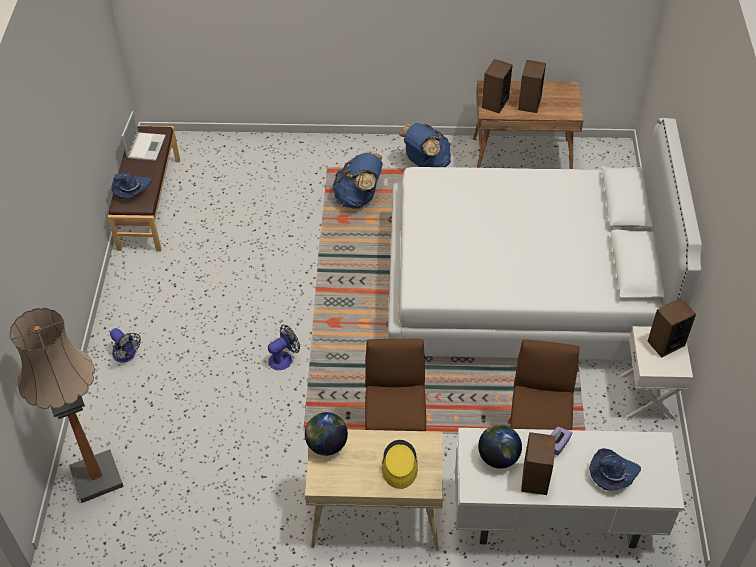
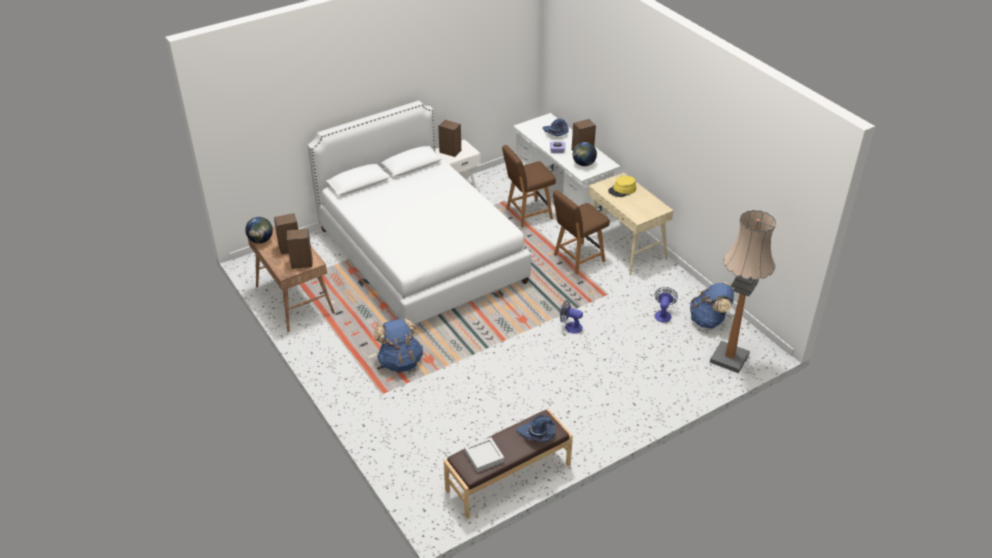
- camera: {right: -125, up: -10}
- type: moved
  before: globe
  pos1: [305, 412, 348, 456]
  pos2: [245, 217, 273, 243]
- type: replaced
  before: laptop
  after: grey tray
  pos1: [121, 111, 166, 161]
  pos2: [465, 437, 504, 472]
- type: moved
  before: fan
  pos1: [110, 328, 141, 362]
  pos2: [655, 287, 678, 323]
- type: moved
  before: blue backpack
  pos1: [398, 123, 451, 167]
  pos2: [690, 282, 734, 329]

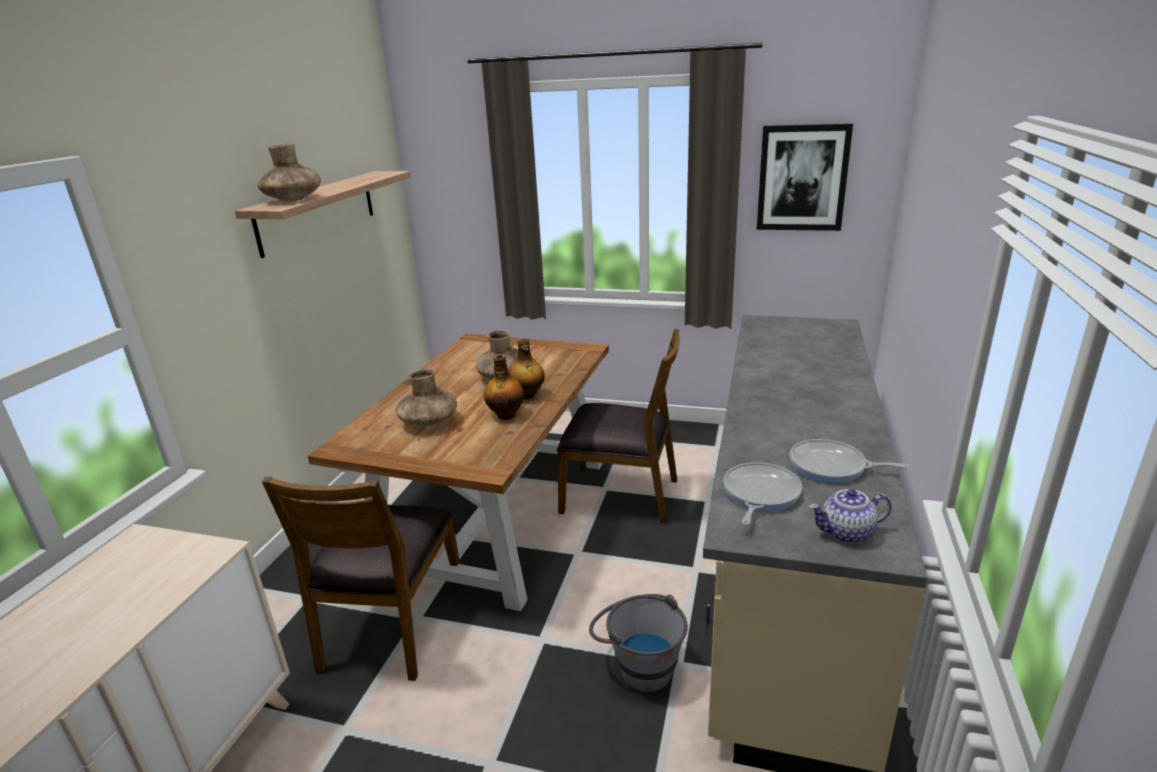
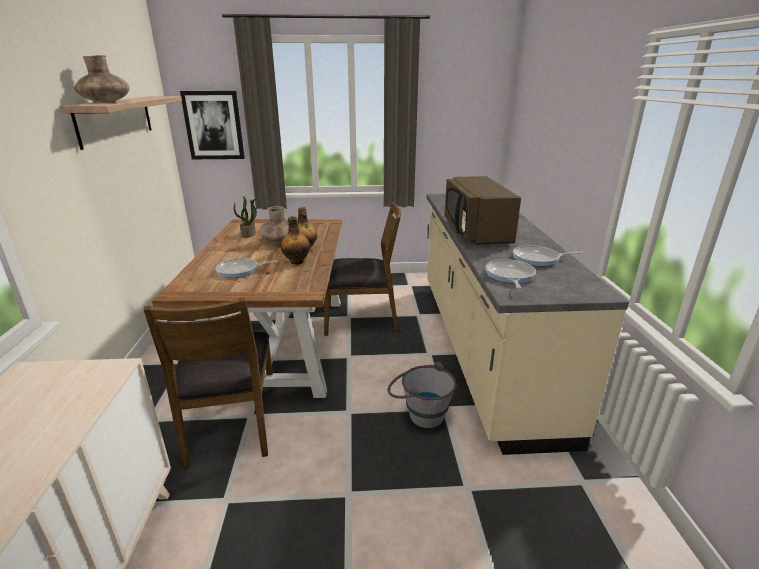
- camera: {right: -20, up: 0}
- type: moved
  before: picture
  pos1: [757, 124, 853, 231]
  pos2: [180, 91, 245, 159]
- type: replaced
  before: brown vase
  after: frying pan
  pos1: [396, 369, 457, 427]
  pos2: [215, 258, 278, 278]
- type: added
  after: potted plant
  pos2: [234, 196, 257, 238]
- type: added
  after: brown microwave
  pos2: [444, 176, 521, 245]
- type: removed
  before: teapot
  pos1: [809, 489, 892, 543]

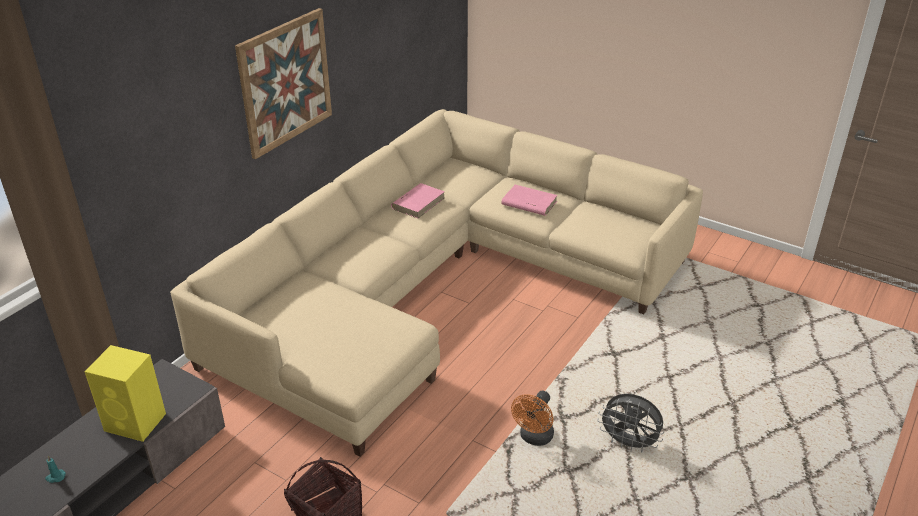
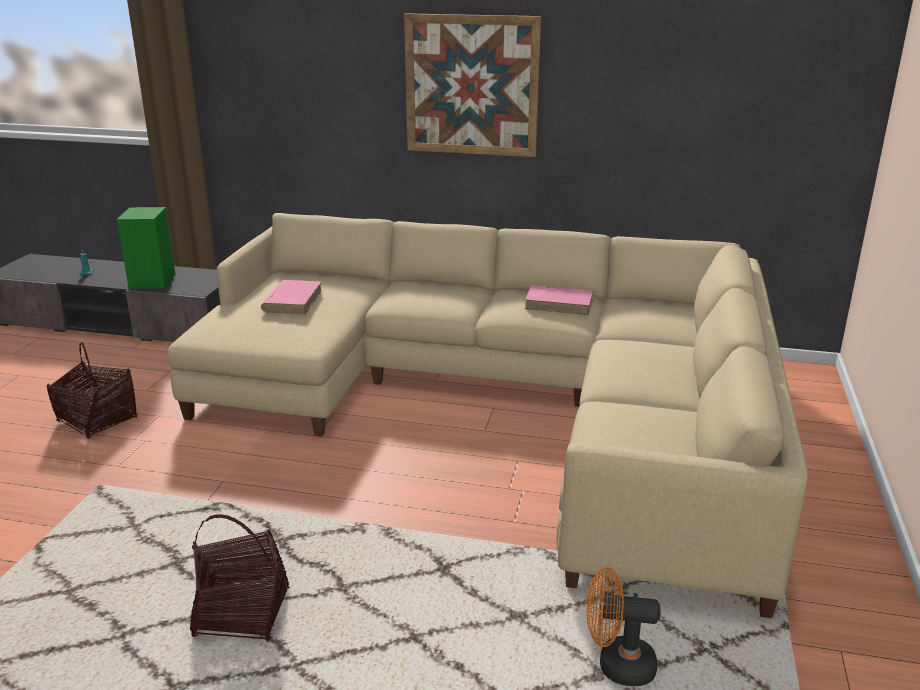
- camera: {right: 70, up: -10}
- type: recoloured
  before: yellow speaker
  after: green speaker
  pos1: [85, 345, 166, 442]
  pos2: [117, 207, 175, 289]
- type: replaced
  before: grey fan
  after: basket
  pos1: [597, 394, 664, 453]
  pos2: [190, 514, 289, 642]
- type: moved
  before: pink book
  pos1: [501, 185, 558, 216]
  pos2: [261, 280, 322, 314]
- type: moved
  before: orange fan
  pos1: [511, 391, 554, 446]
  pos2: [586, 567, 660, 686]

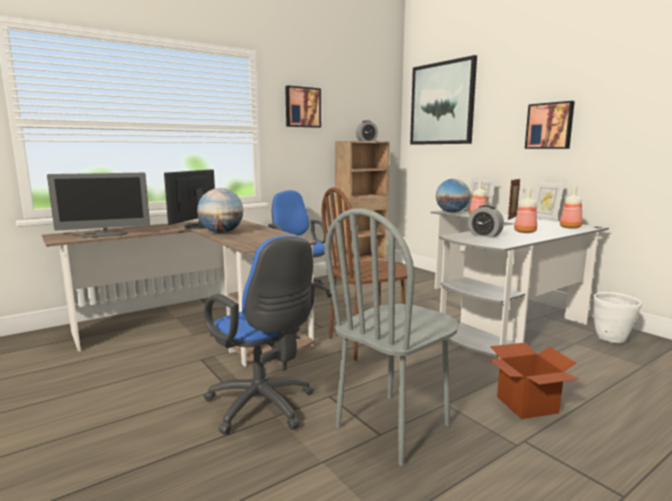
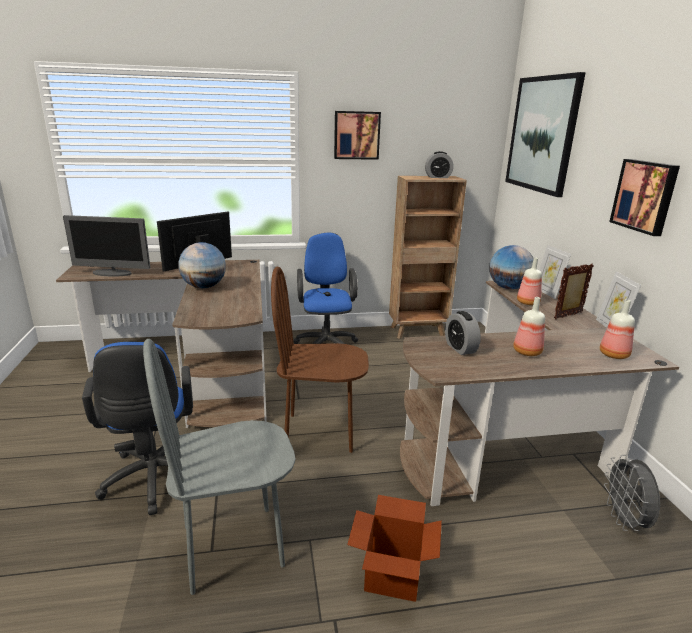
- camera: {right: 25, up: 10}
- type: recoloured
  before: grey desk
  after: brown desk
  pos1: [431, 209, 609, 359]
  pos2: [400, 281, 679, 506]
- type: replaced
  before: white planter
  after: grey fan
  pos1: [593, 292, 642, 343]
  pos2: [604, 455, 660, 531]

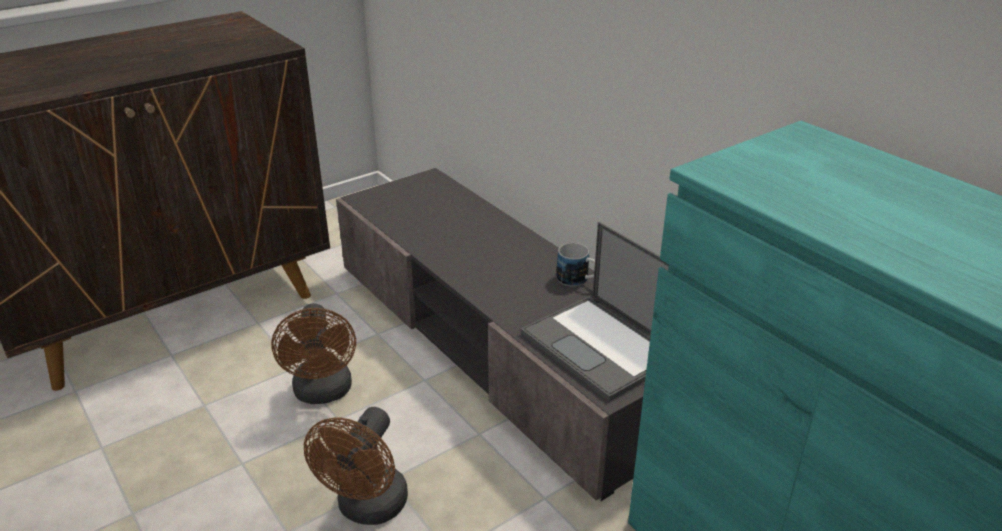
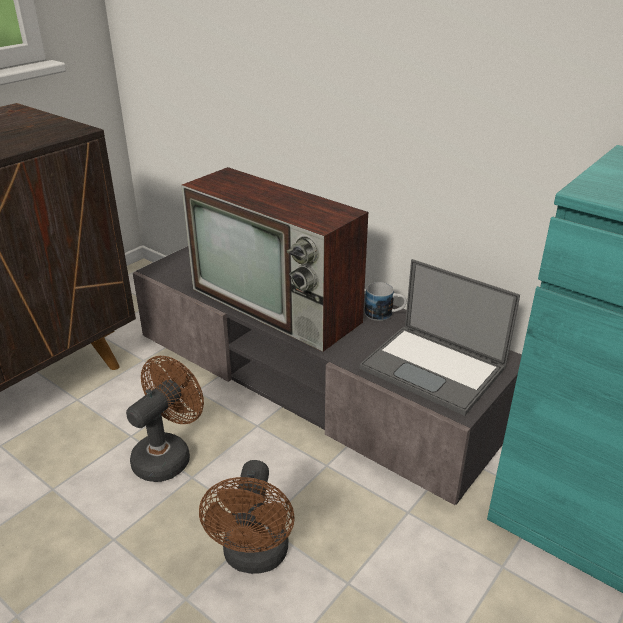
- camera: {right: -15, up: 0}
- type: turned
  before: brown fan
  pos1: [271, 303, 356, 404]
  pos2: [126, 356, 204, 482]
  turn: -120
- type: added
  after: television
  pos2: [181, 167, 368, 352]

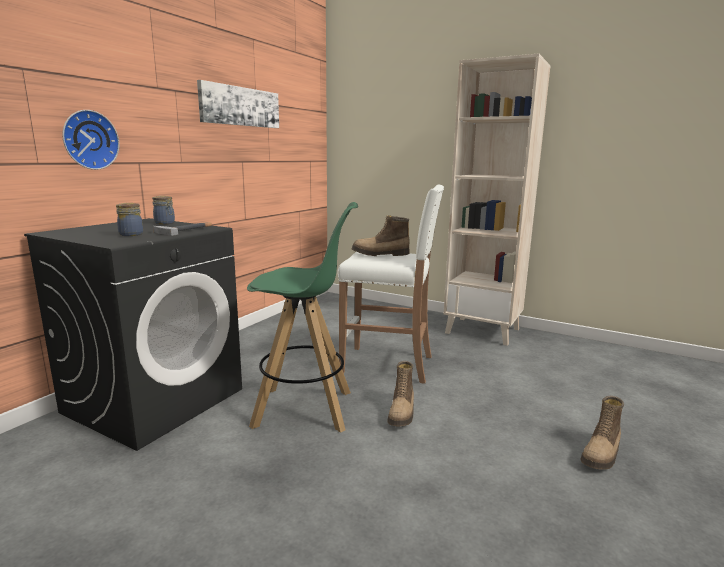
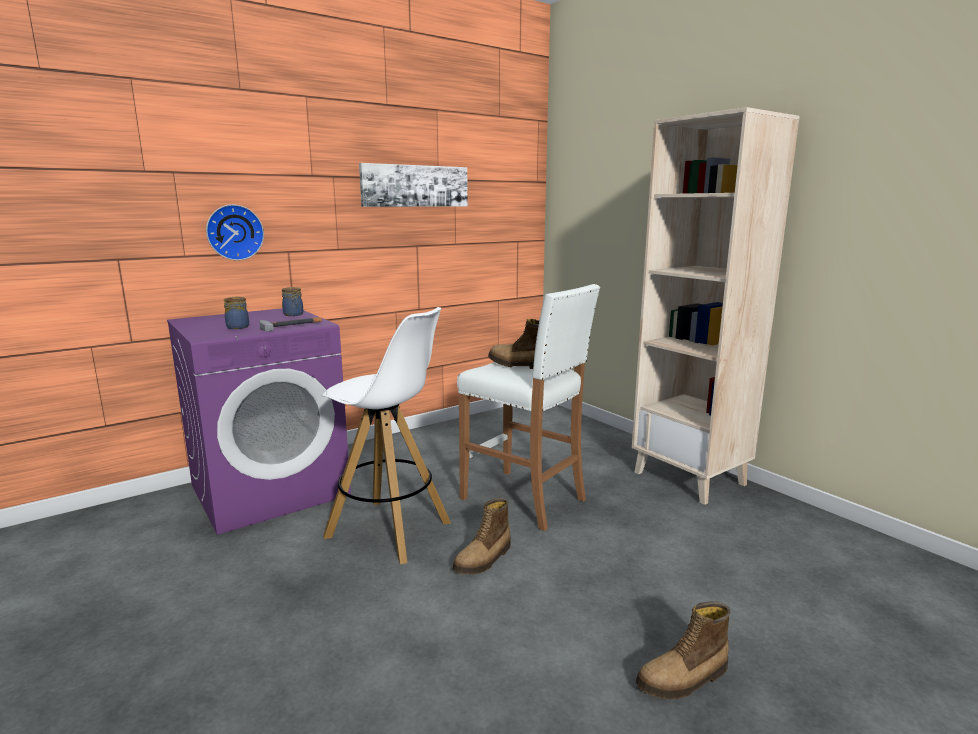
- camera: {right: 25, up: 0}
- type: recoloured
  before: black washing machine
  after: purple washing machine
  pos1: [24, 218, 242, 451]
  pos2: [167, 308, 351, 535]
- type: recoloured
  before: green stool
  after: white stool
  pos1: [247, 202, 358, 432]
  pos2: [321, 307, 451, 564]

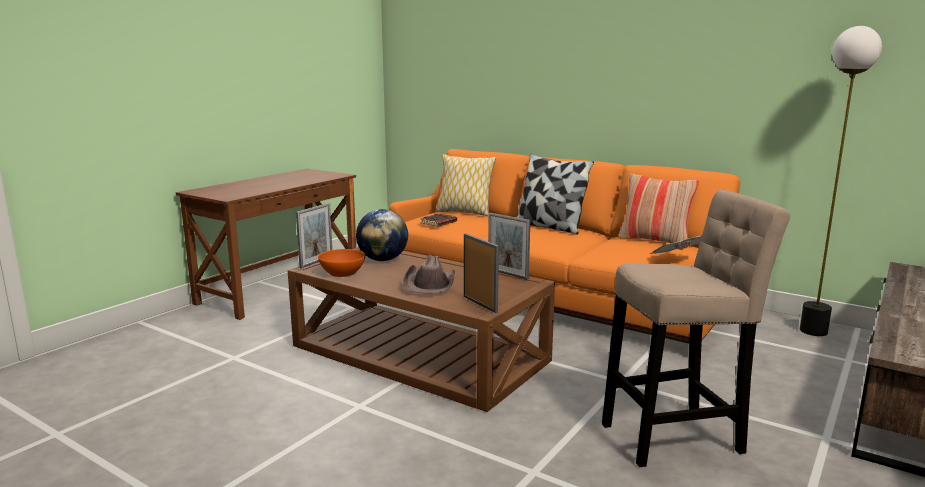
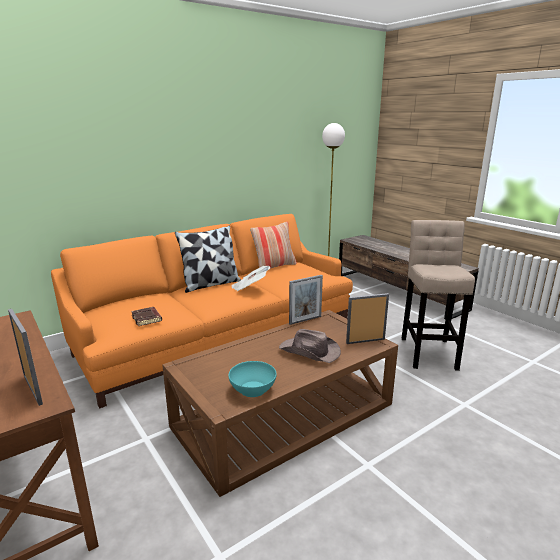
- camera: {right: -70, up: 5}
- type: moved
  before: picture frame
  pos1: [296, 203, 333, 269]
  pos2: [8, 309, 43, 406]
- type: recoloured
  before: orange bowl
  after: turquoise bowl
  pos1: [318, 249, 365, 277]
  pos2: [228, 361, 277, 397]
- type: moved
  before: newspaper
  pos1: [650, 236, 702, 254]
  pos2: [231, 266, 270, 291]
- type: removed
  before: globe
  pos1: [356, 209, 408, 261]
- type: removed
  before: pillow
  pos1: [436, 154, 496, 216]

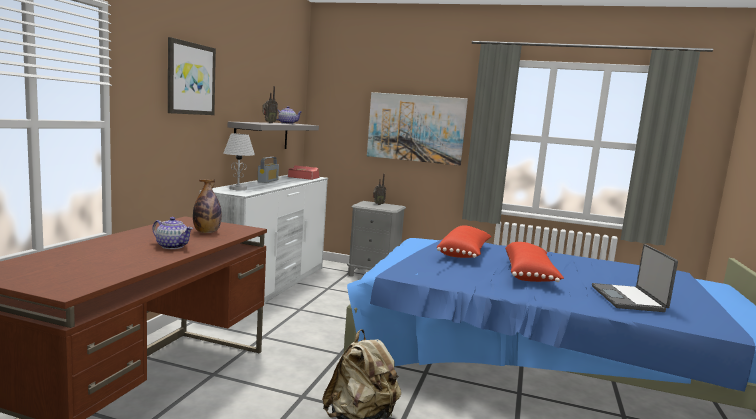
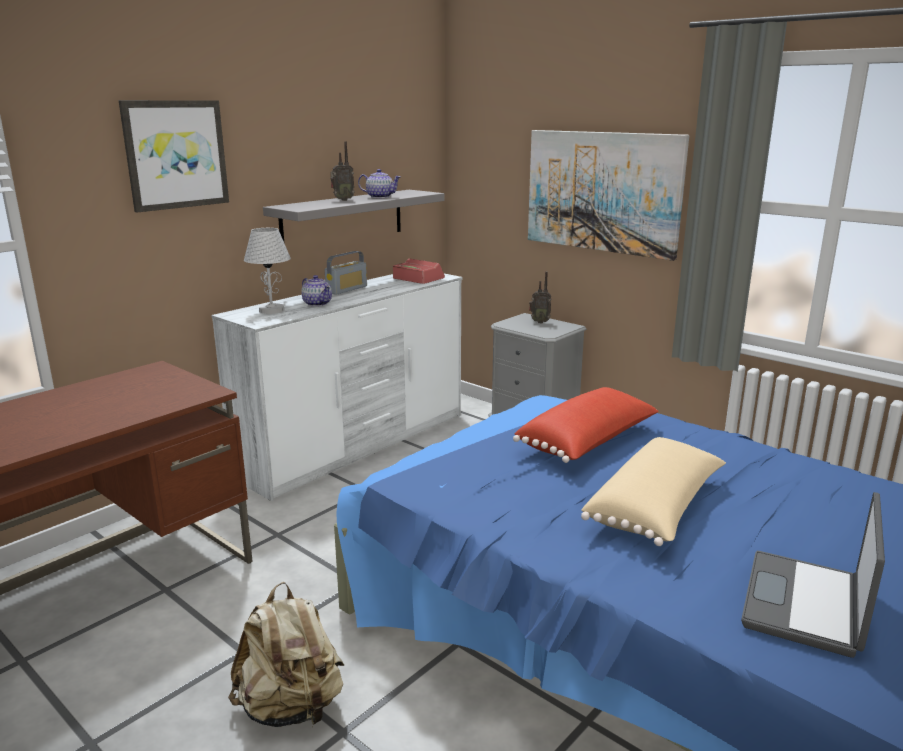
- camera: {right: 25, up: 10}
- type: moved
  before: teapot
  pos1: [152, 217, 193, 249]
  pos2: [301, 275, 332, 307]
- type: recoloured
  before: red pillow
  after: beige pillow
  pos1: [505, 242, 564, 282]
  pos2: [581, 437, 726, 546]
- type: removed
  before: bottle
  pos1: [193, 179, 222, 233]

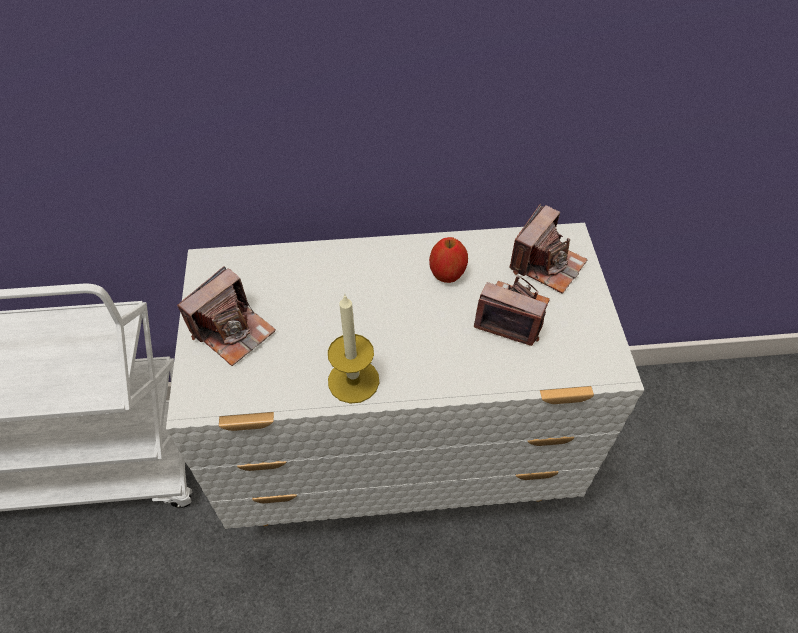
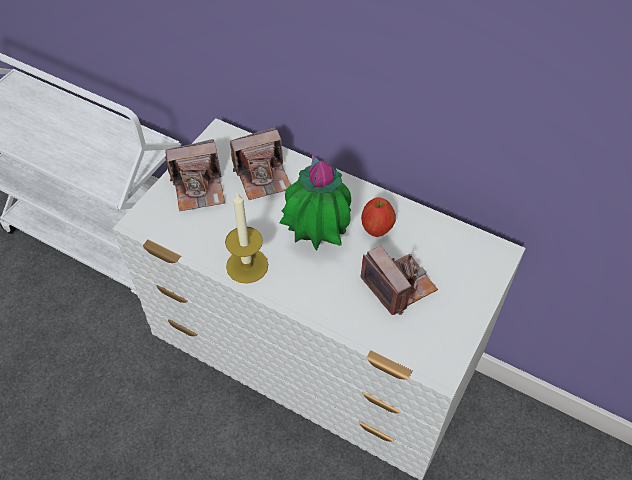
- camera: {right: 35, up: 0}
- type: moved
  before: photo camera
  pos1: [509, 204, 588, 294]
  pos2: [230, 127, 291, 200]
- type: added
  after: potted plant
  pos2: [279, 155, 351, 251]

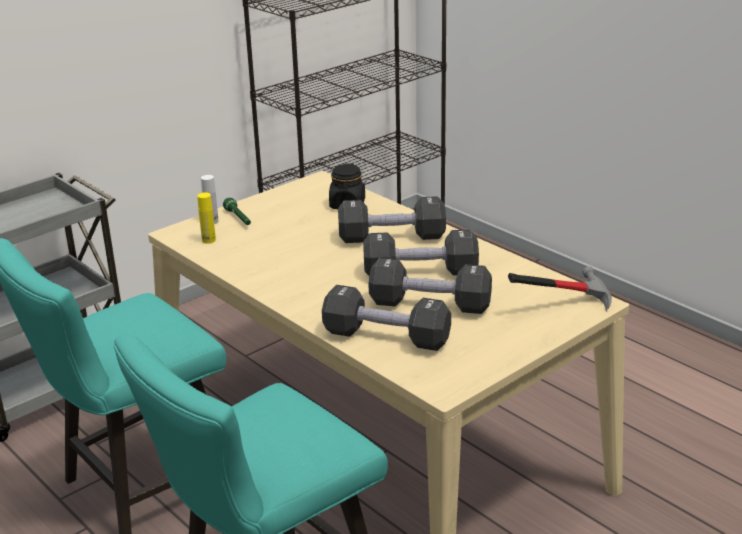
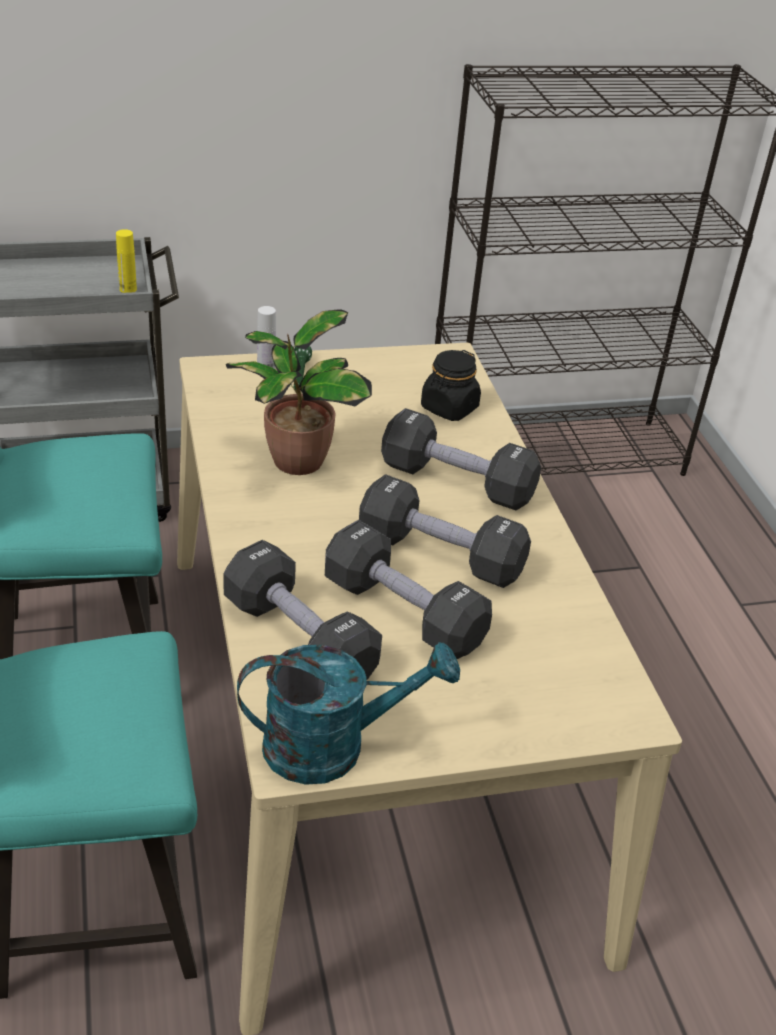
- camera: {right: 25, up: 10}
- type: moved
  before: yellow bottle
  pos1: [197, 192, 216, 244]
  pos2: [116, 229, 137, 293]
- type: added
  after: potted plant
  pos2: [226, 309, 372, 475]
- type: added
  after: turquoise watering can
  pos2: [237, 642, 460, 785]
- type: removed
  before: hammer
  pos1: [508, 266, 612, 311]

